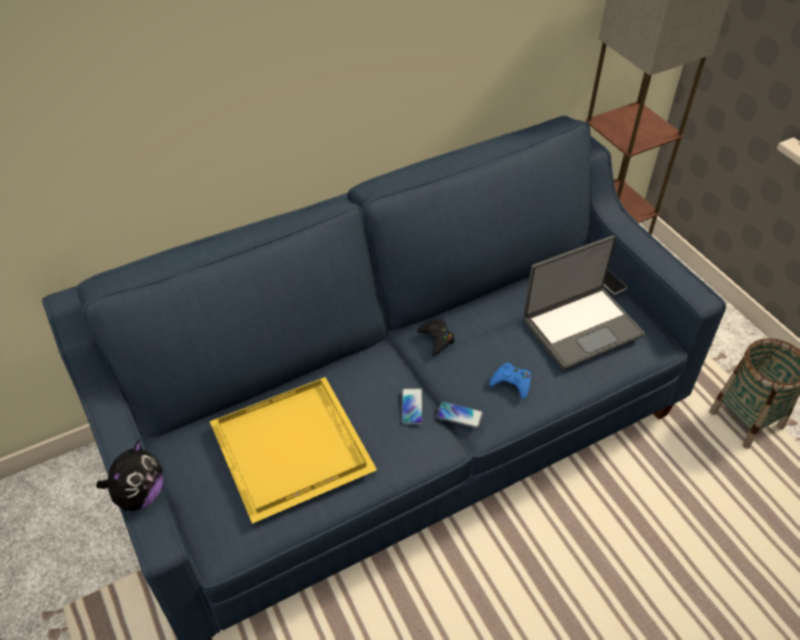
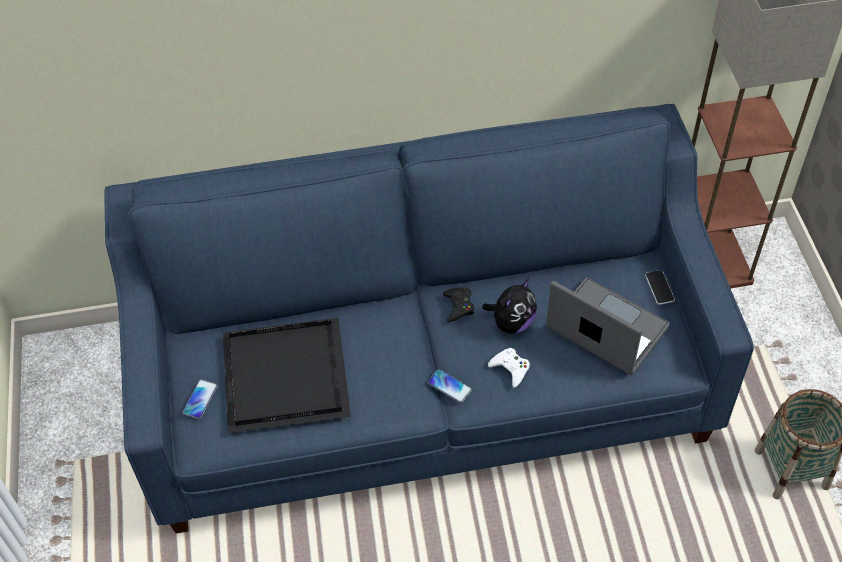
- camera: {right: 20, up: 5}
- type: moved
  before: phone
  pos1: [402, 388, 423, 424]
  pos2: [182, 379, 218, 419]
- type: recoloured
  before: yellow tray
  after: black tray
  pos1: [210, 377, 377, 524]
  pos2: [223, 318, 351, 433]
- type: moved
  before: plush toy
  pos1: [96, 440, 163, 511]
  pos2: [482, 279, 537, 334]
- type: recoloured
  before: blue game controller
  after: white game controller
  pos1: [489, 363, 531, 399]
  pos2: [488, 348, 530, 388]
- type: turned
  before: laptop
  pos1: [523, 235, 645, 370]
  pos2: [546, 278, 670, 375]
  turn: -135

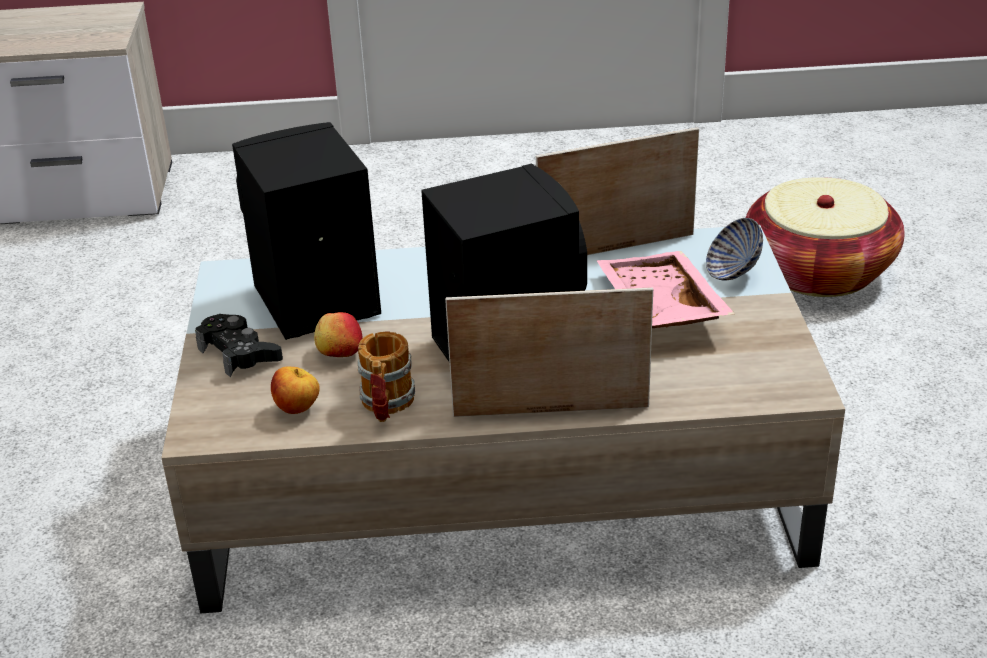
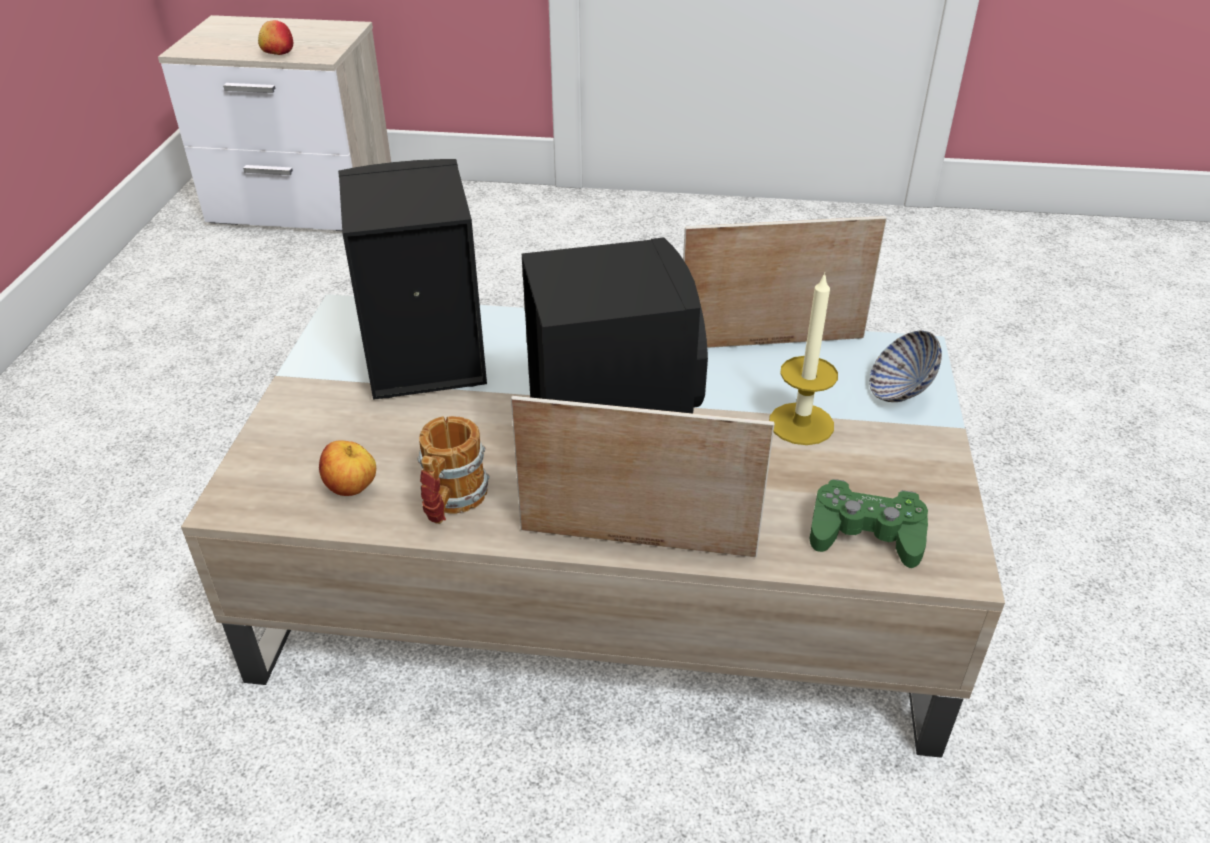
- camera: {right: 10, up: 5}
- type: moved
  before: apple
  pos1: [314, 312, 363, 357]
  pos2: [258, 20, 293, 55]
- type: replaced
  before: pink tray
  after: candle
  pos1: [597, 251, 735, 328]
  pos2: [769, 272, 838, 445]
- type: added
  after: green game controller
  pos2: [810, 479, 928, 568]
- type: removed
  before: black game controller
  pos1: [195, 314, 283, 378]
- type: removed
  before: basket
  pos1: [746, 177, 905, 297]

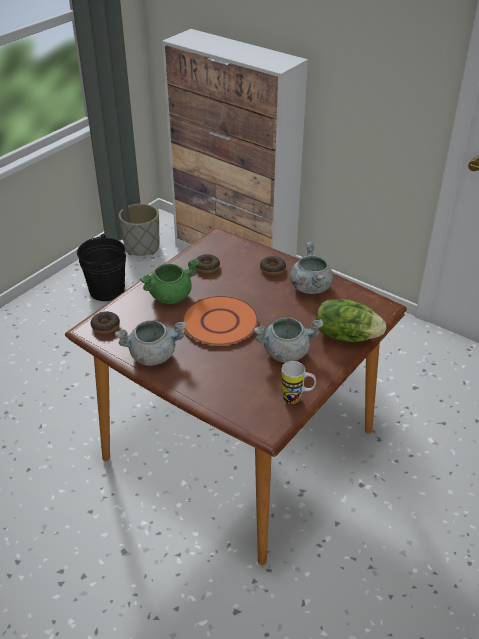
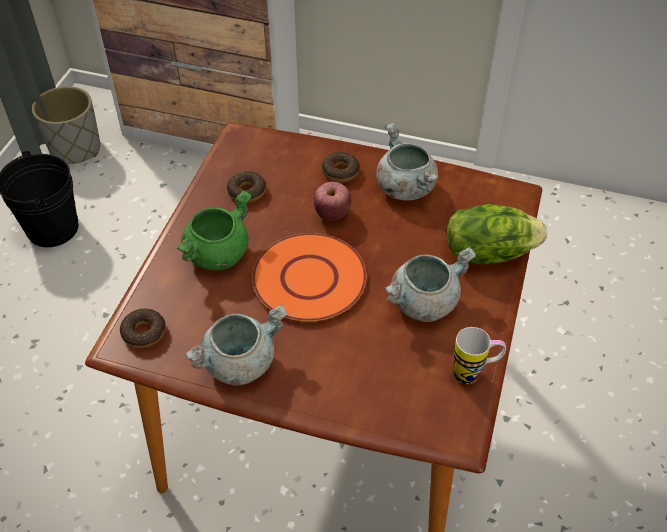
- camera: {right: -20, up: 10}
- type: added
  after: apple
  pos2: [313, 182, 352, 221]

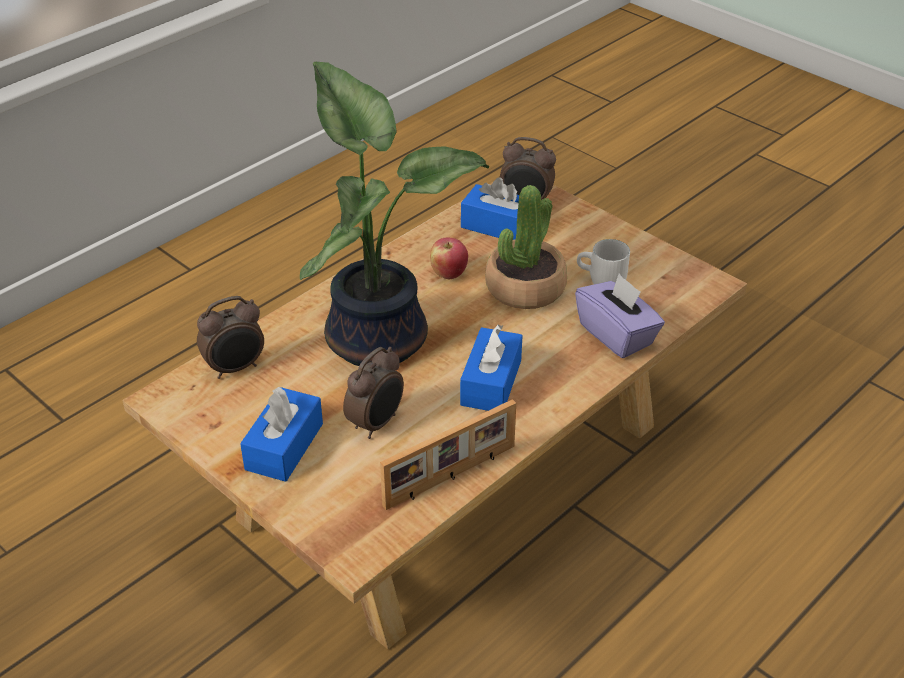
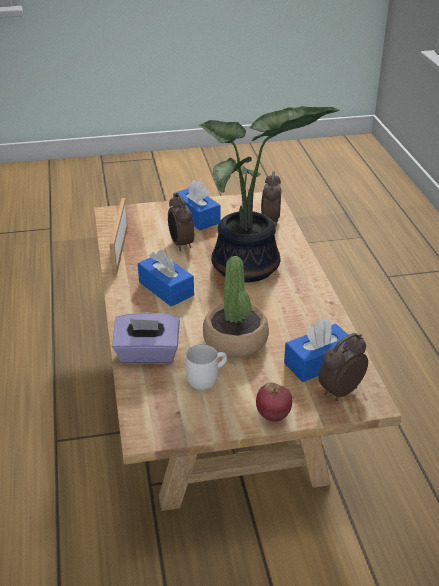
- camera: {right: 125, up: -5}
- type: moved
  before: apple
  pos1: [430, 238, 468, 279]
  pos2: [256, 383, 292, 422]

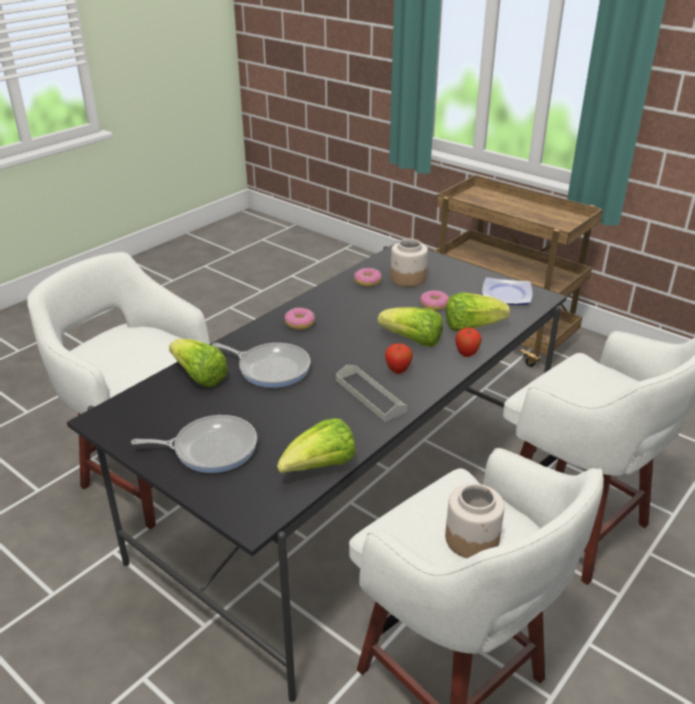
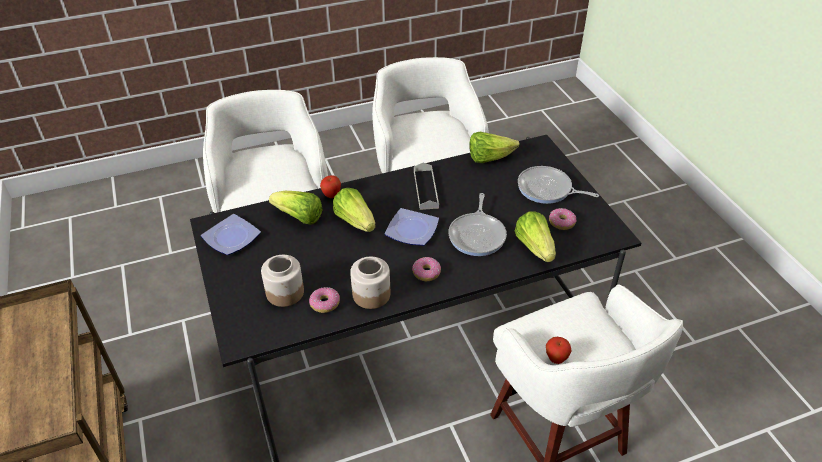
- camera: {right: -150, up: 10}
- type: moved
  before: jar
  pos1: [445, 484, 505, 558]
  pos2: [350, 257, 390, 309]
- type: added
  after: plate
  pos2: [385, 208, 439, 246]
- type: turned
  before: frying pan
  pos1: [212, 343, 311, 388]
  pos2: [448, 193, 507, 256]
  turn: -135
- type: moved
  before: apple
  pos1: [385, 343, 413, 374]
  pos2: [546, 337, 572, 364]
- type: moved
  before: donut
  pos1: [420, 290, 449, 311]
  pos2: [549, 208, 577, 230]

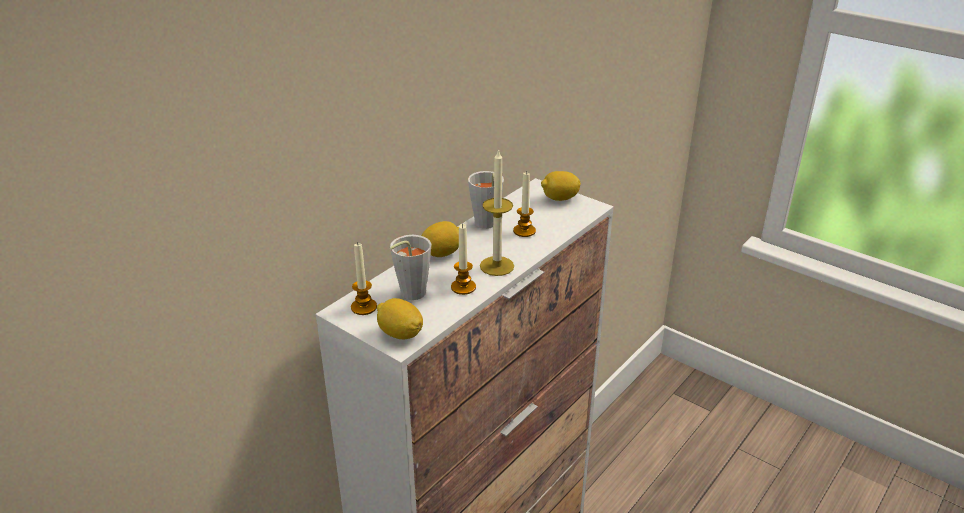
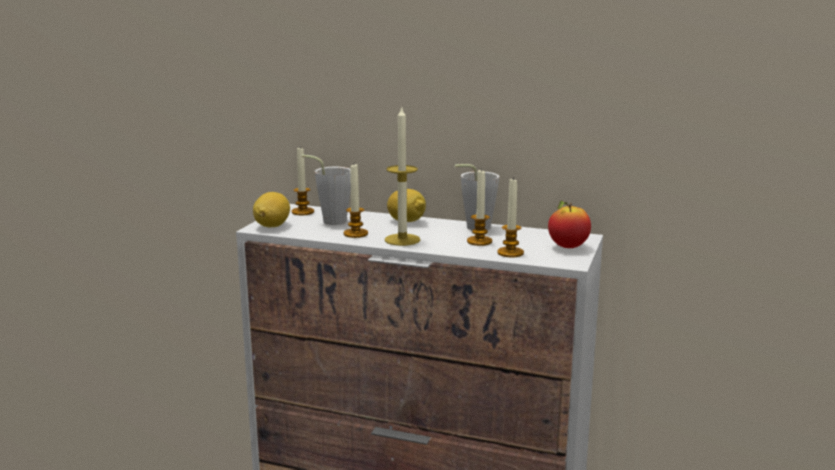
- camera: {right: 70, up: -15}
- type: added
  after: candle
  pos2: [497, 177, 524, 258]
- type: replaced
  before: lemon
  after: apple
  pos1: [541, 171, 581, 201]
  pos2: [548, 201, 591, 248]

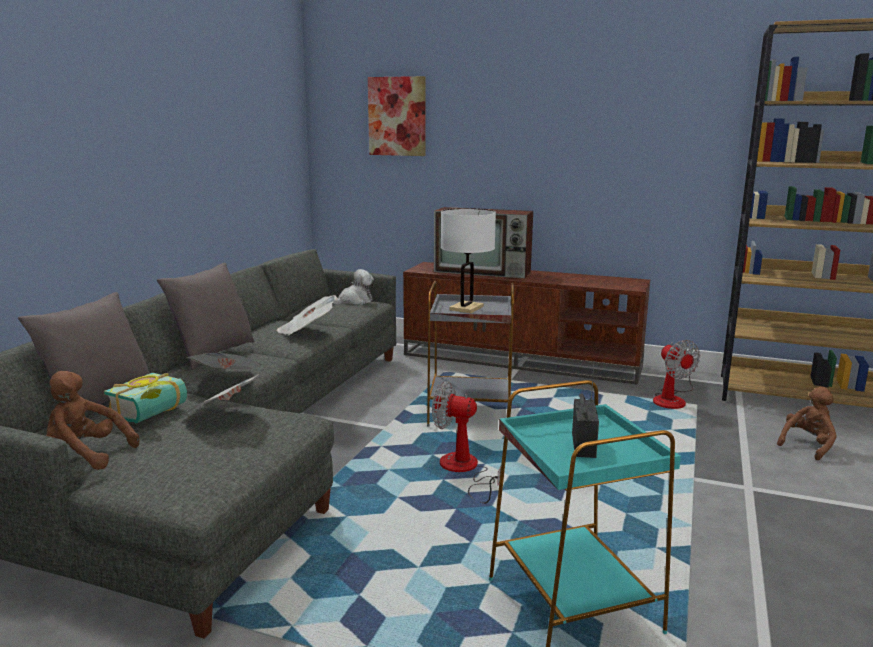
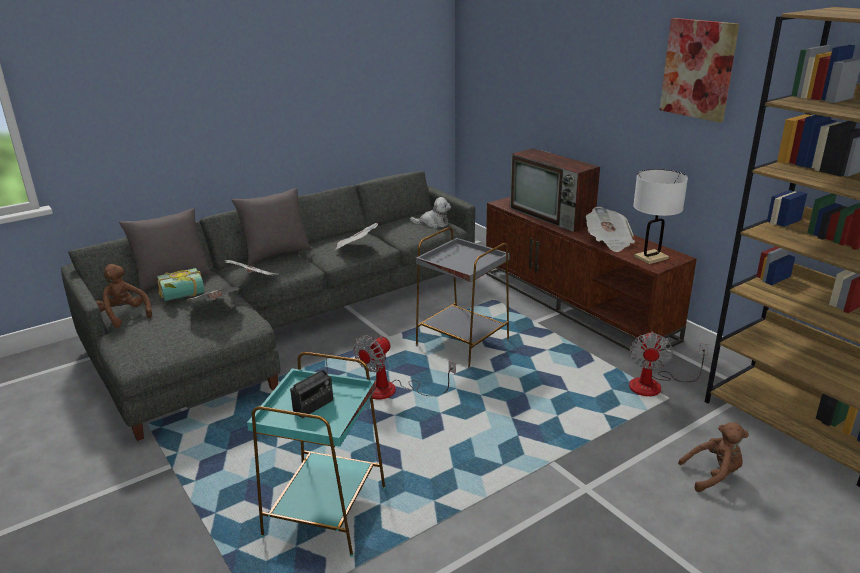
- camera: {right: 35, up: 10}
- type: turned
  before: fan
  pos1: [432, 381, 501, 504]
  pos2: [353, 335, 456, 399]
  turn: -105
- type: added
  after: newspaper
  pos2: [586, 207, 635, 252]
- type: moved
  before: white table lamp
  pos1: [441, 208, 496, 313]
  pos2: [633, 169, 688, 264]
- type: moved
  before: picture
  pos1: [368, 76, 425, 156]
  pos2: [660, 18, 739, 123]

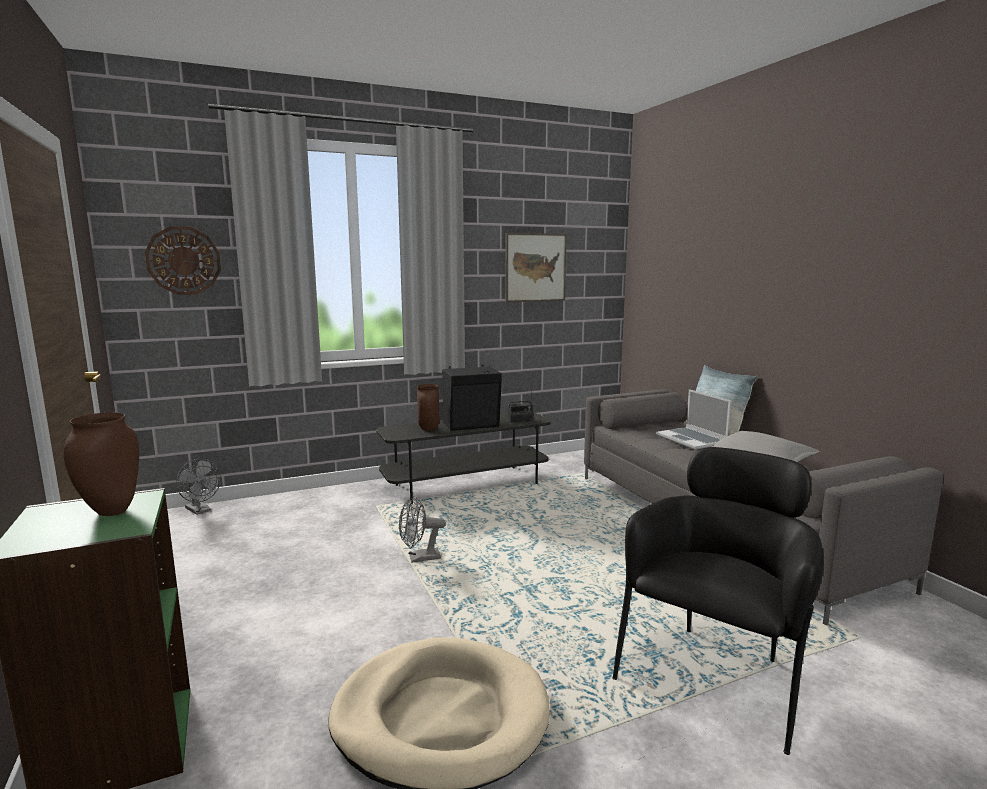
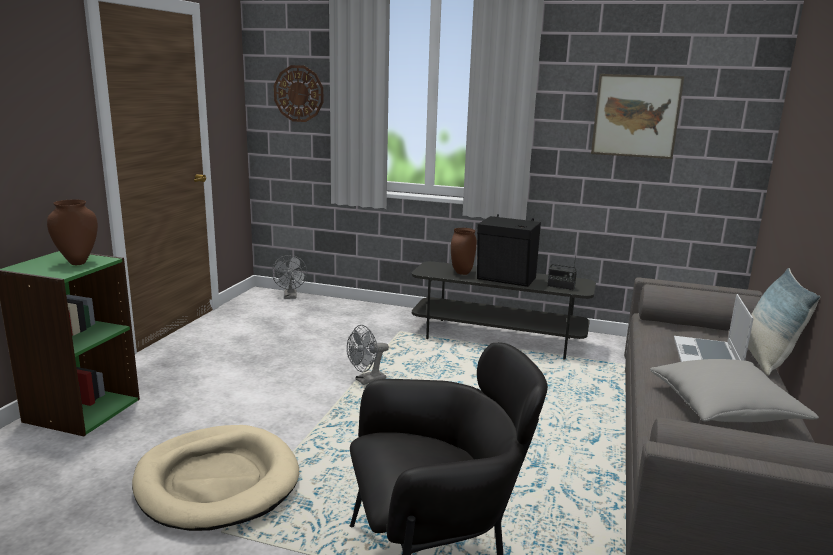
- camera: {right: 40, up: 5}
- type: turned
  before: grey fan
  pos1: [399, 496, 446, 562]
  pos2: [347, 325, 389, 385]
  turn: -60

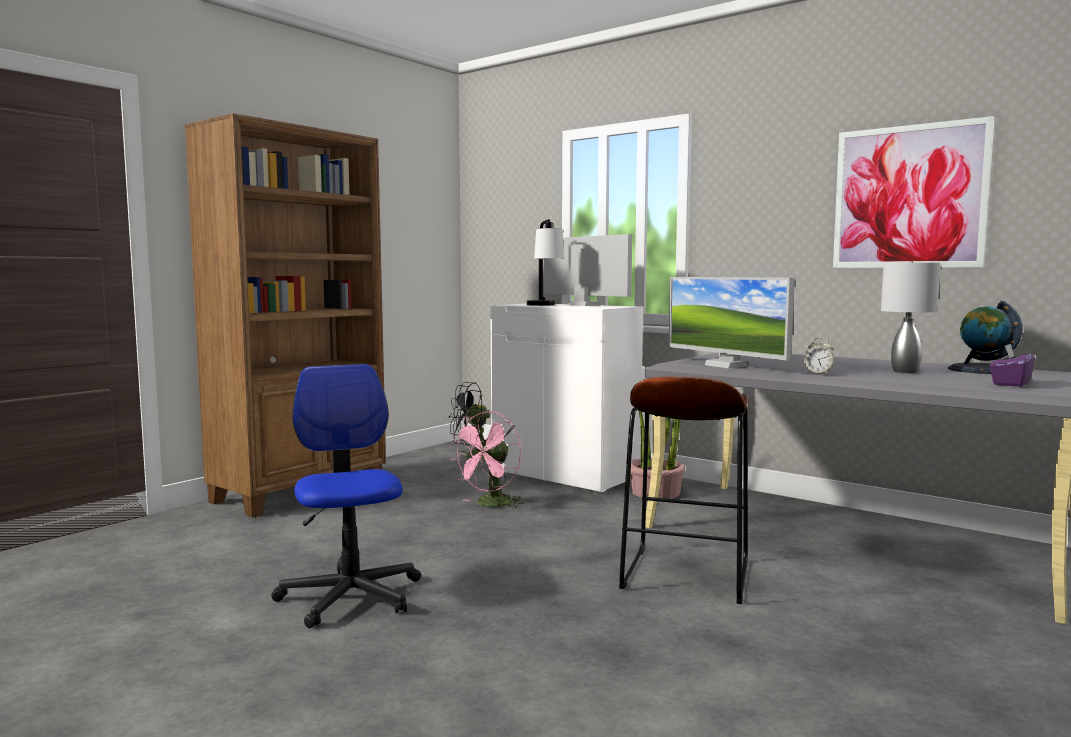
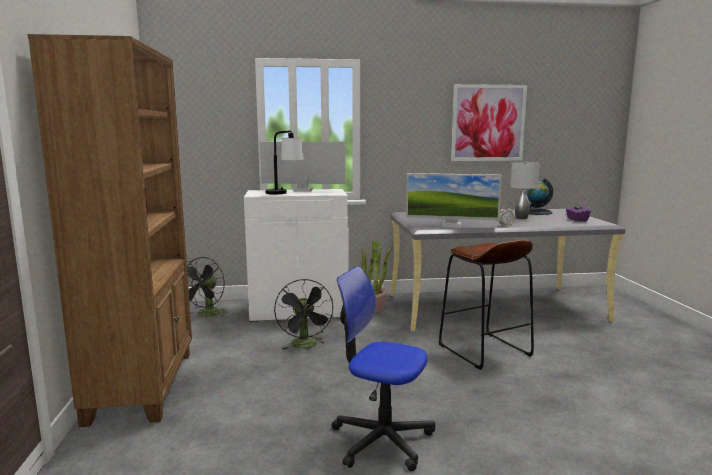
- camera: {right: -45, up: 5}
- type: recoloured
  before: pink fan
  after: black fan
  pos1: [449, 411, 524, 509]
  pos2: [274, 279, 333, 350]

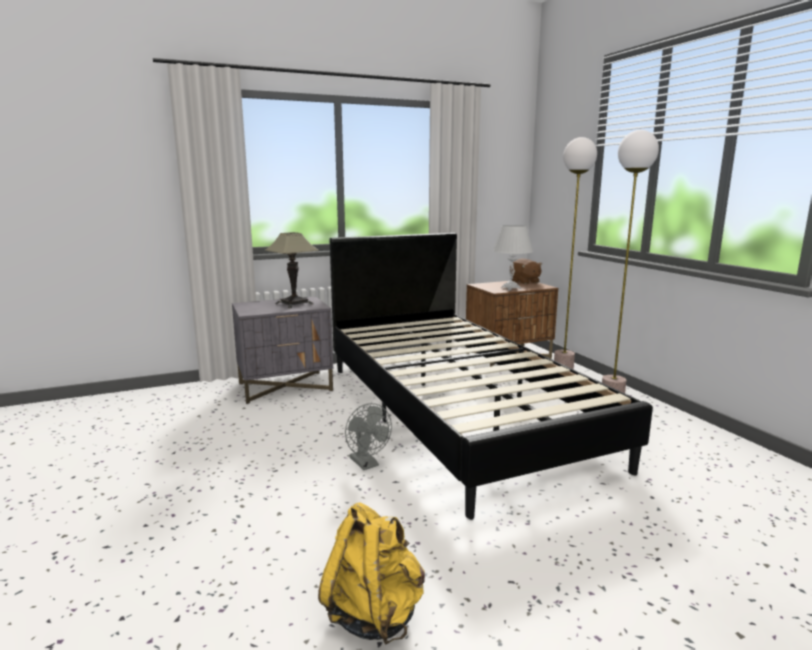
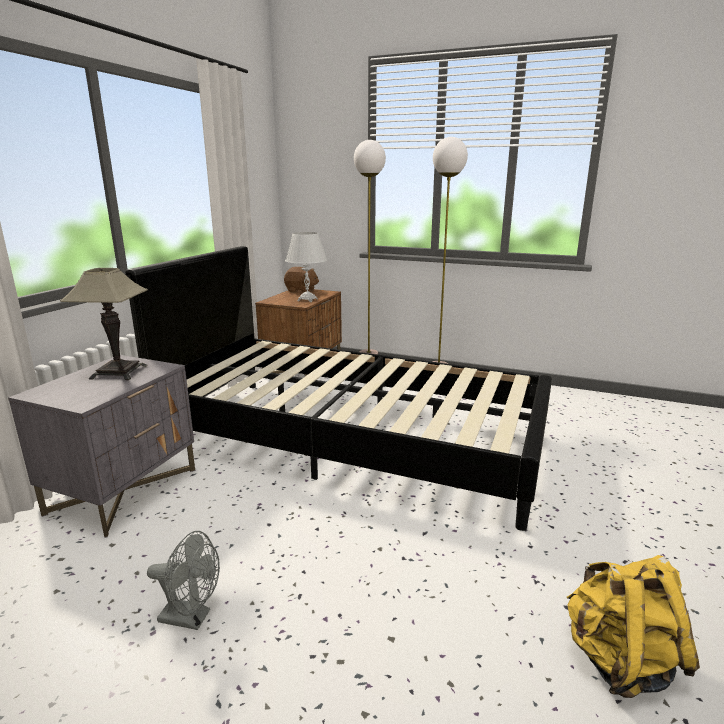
- camera: {right: -45, up: 5}
- type: moved
  before: grey fan
  pos1: [345, 403, 392, 470]
  pos2: [147, 531, 220, 630]

